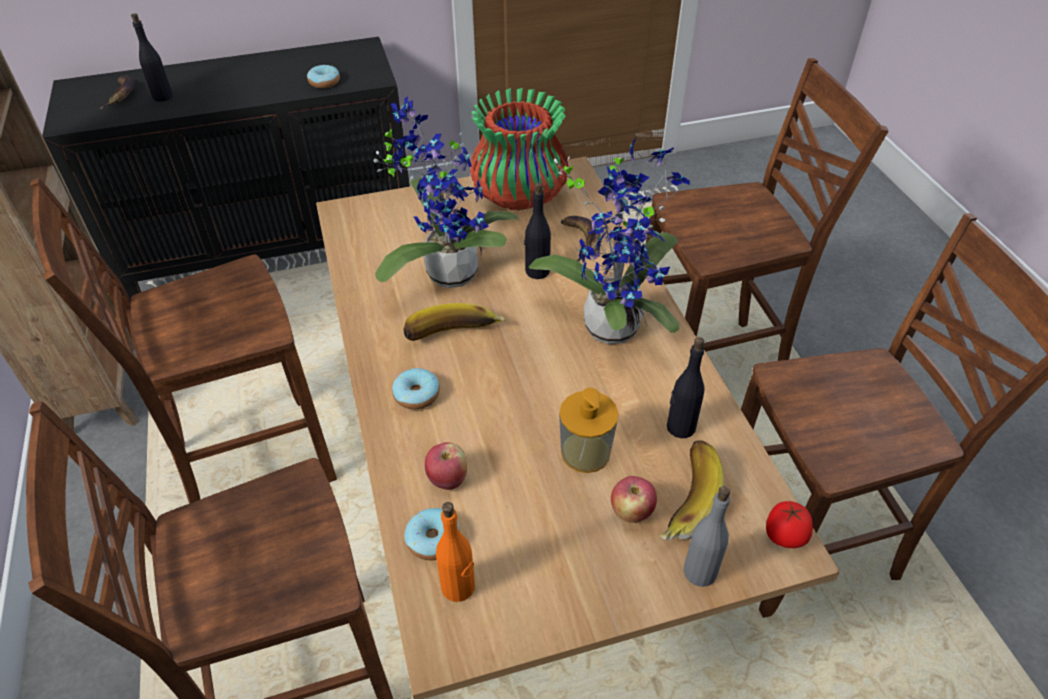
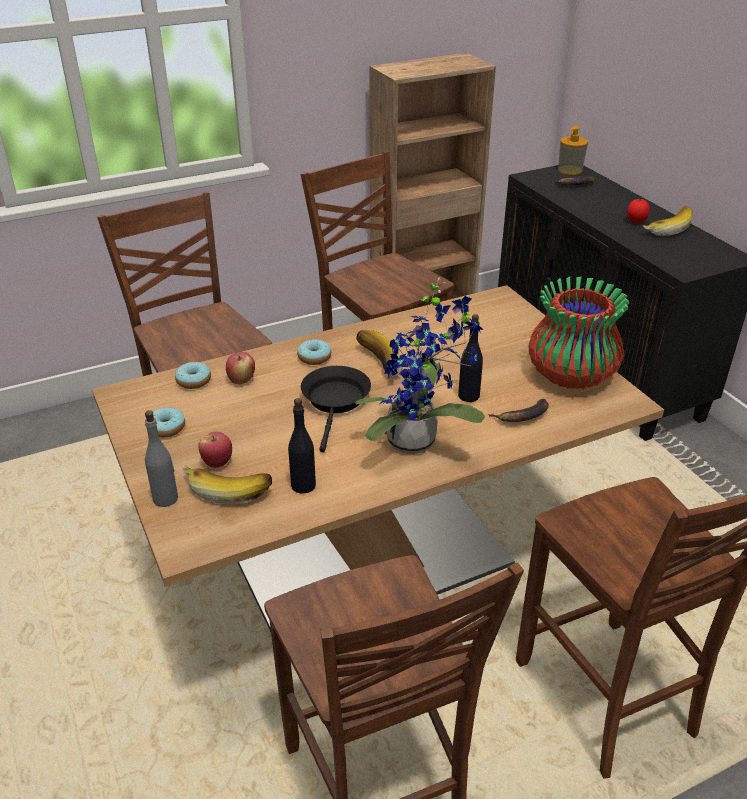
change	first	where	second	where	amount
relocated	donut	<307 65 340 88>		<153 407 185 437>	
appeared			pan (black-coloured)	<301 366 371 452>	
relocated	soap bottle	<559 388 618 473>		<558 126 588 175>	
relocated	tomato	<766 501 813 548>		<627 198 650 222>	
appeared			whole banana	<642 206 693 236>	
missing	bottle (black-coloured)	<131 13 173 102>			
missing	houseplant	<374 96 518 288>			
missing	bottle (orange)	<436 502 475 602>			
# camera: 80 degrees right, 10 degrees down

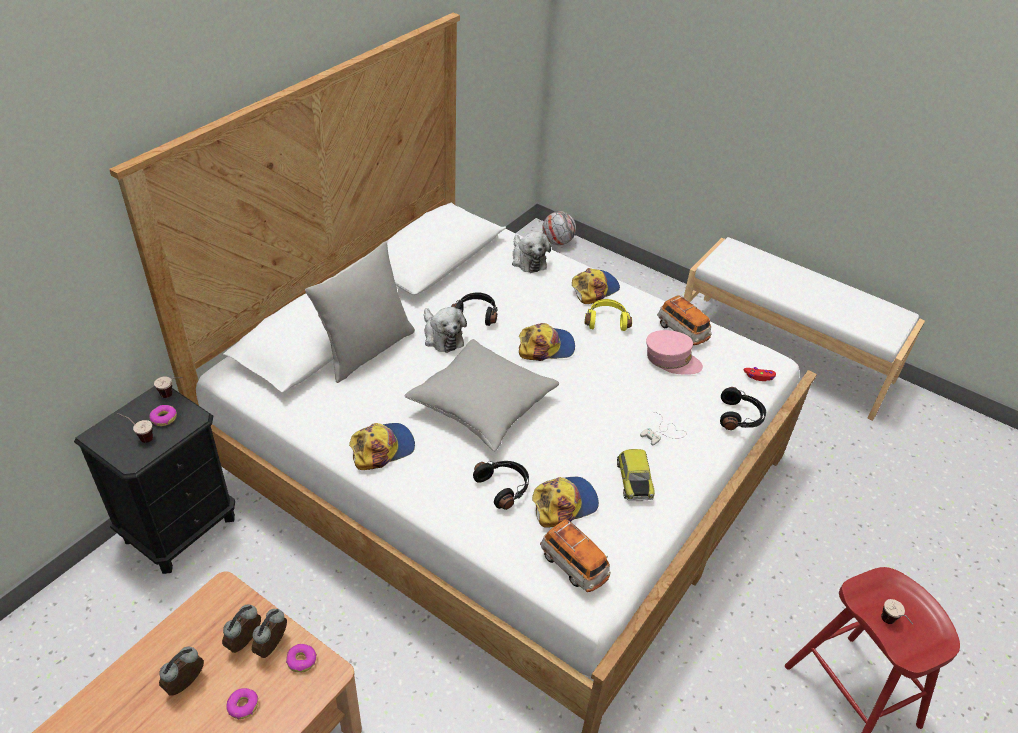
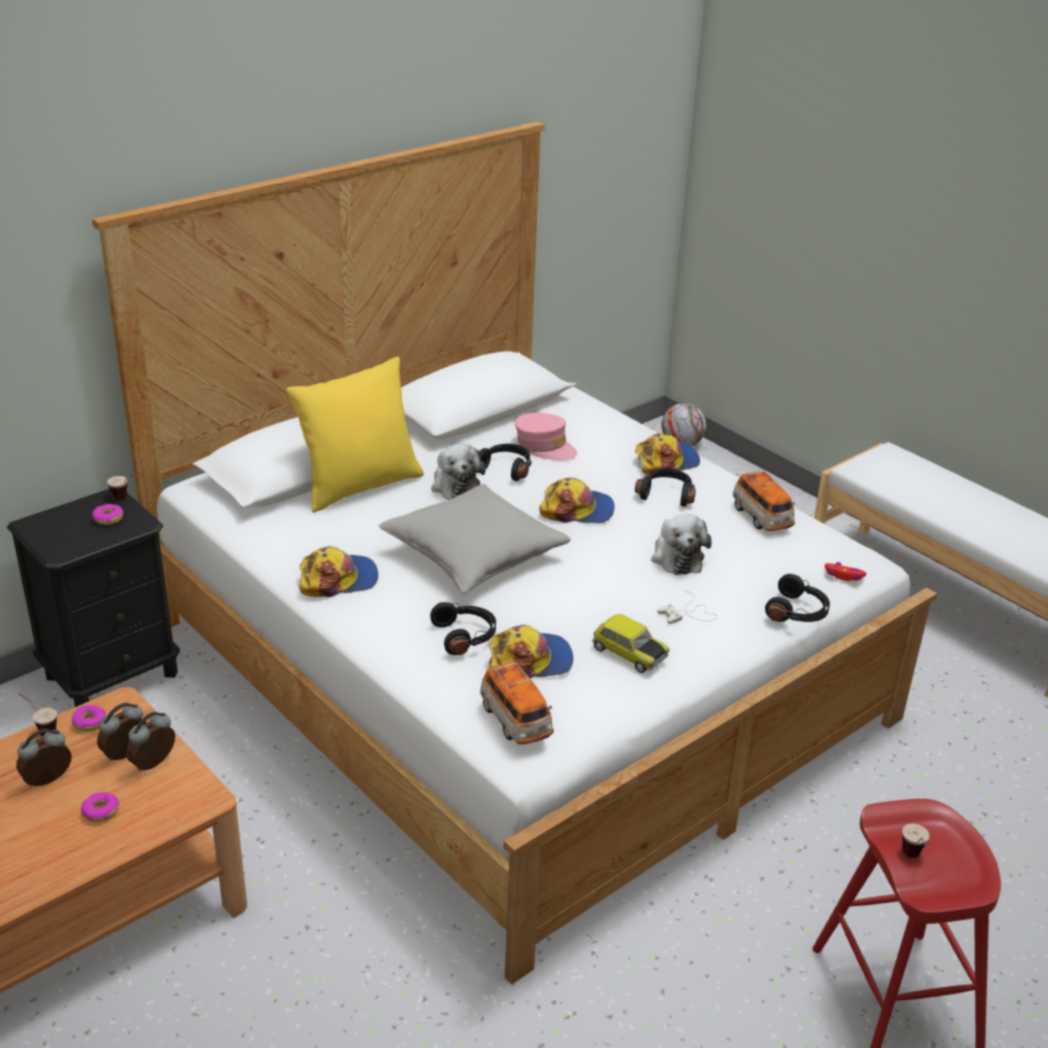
change	first	where	second	where	amount
relocated	cup	<118 413 153 443>		<19 693 57 737>	
relocated	donut	<286 644 317 673>		<72 705 106 732>	
colour	pillow (greyish)	<305 242 415 383>	pillow (yellowish)	<287 357 424 513>	
relocated	peaked cap (pink)	<646 330 703 375>		<515 413 577 460>	
spun	toy car	<617 449 655 501>		<592 614 670 673>	60 degrees counterclockwise
colour	headset (yellowish)	<584 299 632 331>	headset (black-coloured)	<635 468 696 507>	
relocated	plush toy	<512 231 551 273>		<651 514 712 575>	
# camera: 15 degrees right, 10 degrees down

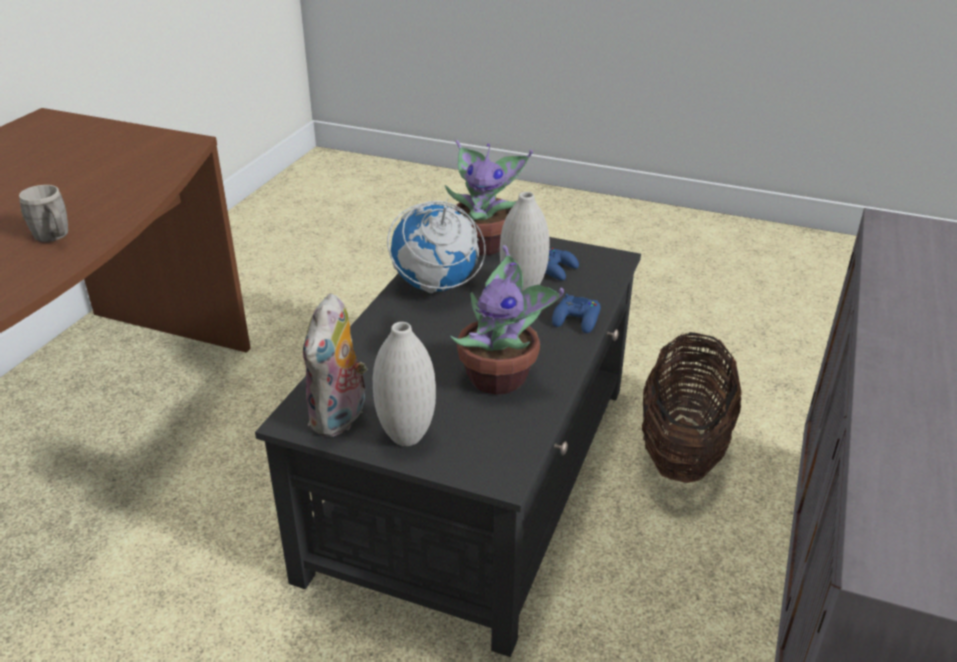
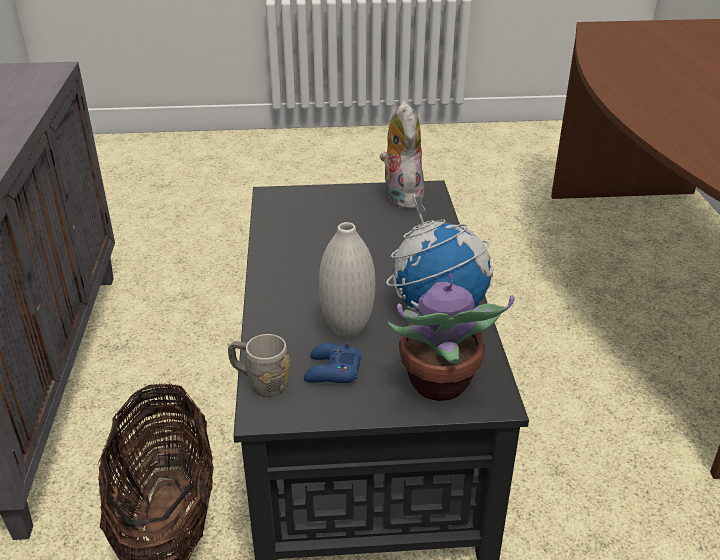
change	first	where	second	where	amount
relocated	tea mug (greyish)	<19 185 68 242>		<228 334 290 397>	
missing	vase (white)	<373 322 436 446>			
missing	houseplant	<450 245 564 394>			
missing	gamepad (blue)	<552 294 601 333>			
# camera: 155 degrees right, 0 degrees up

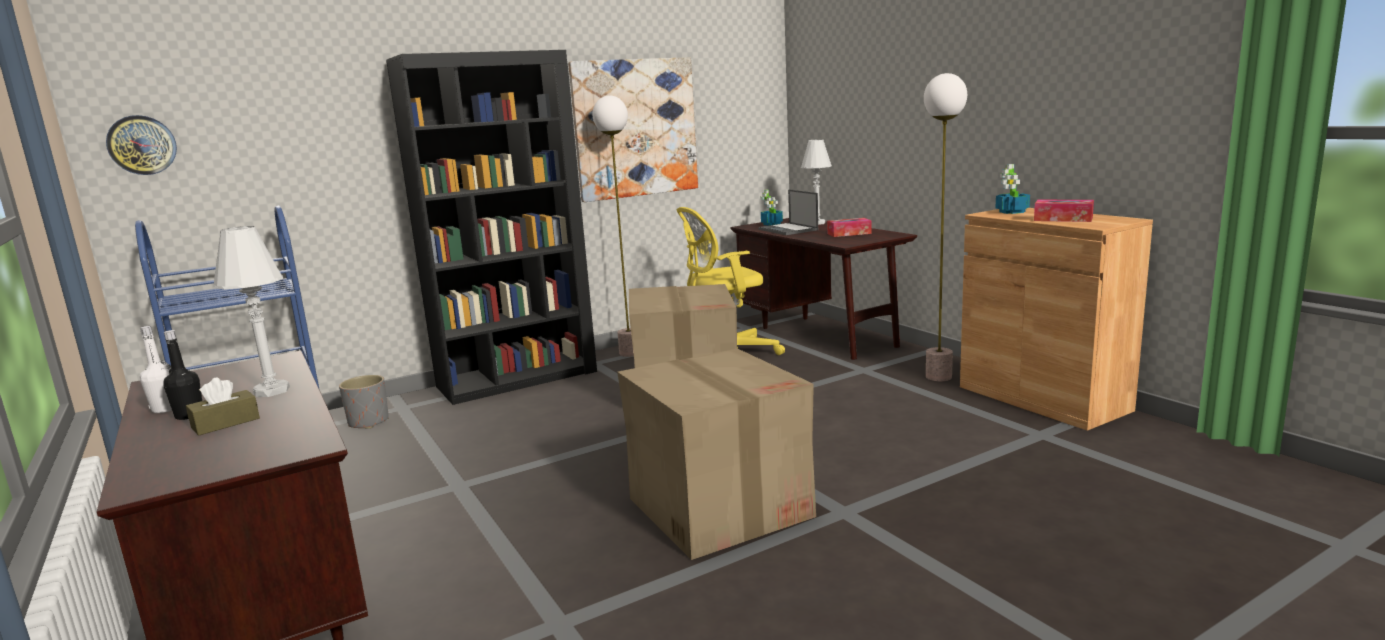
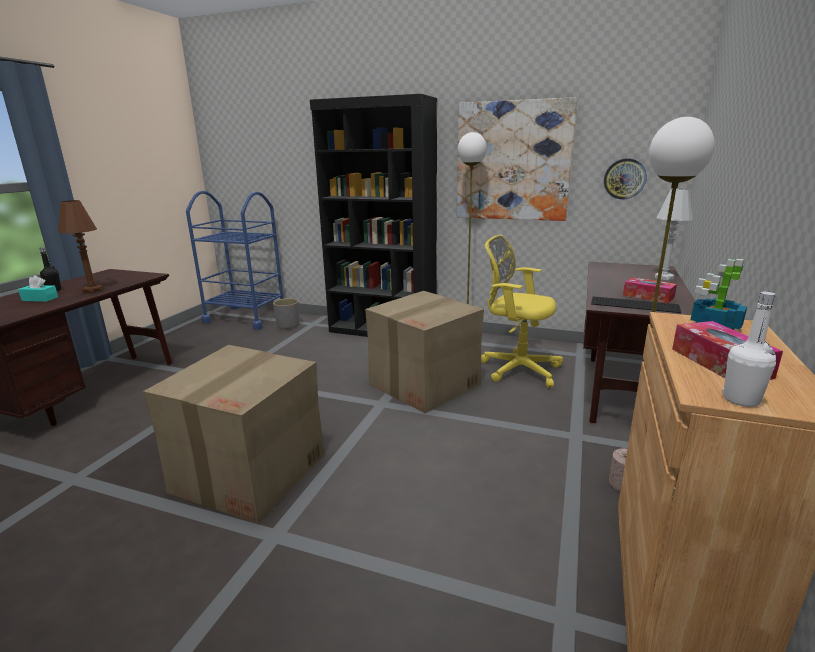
change	first	where	second	where	amount
colour	box of tissues (brown)	<186 377 260 435>	box of tissues (turquoise)	<18 275 58 302>	
colour	tabletop lamp (white)	<213 226 290 397>	tabletop lamp (brown)	<58 200 103 293>	
appeared			PC keyboard	<591 297 681 313>	
relocated	clock on the wall	<106 115 177 175>		<604 158 647 199>	
relocated	bottle (white)	<140 326 172 413>		<723 291 776 407>	
missing	notebook computer	<758 189 818 235>			
missing	houseplant	<760 190 783 226>			
# camera: 50 degrees right, 5 degrees up

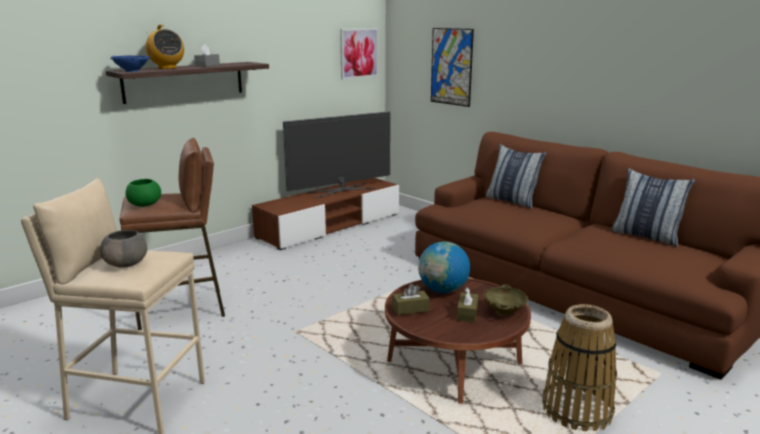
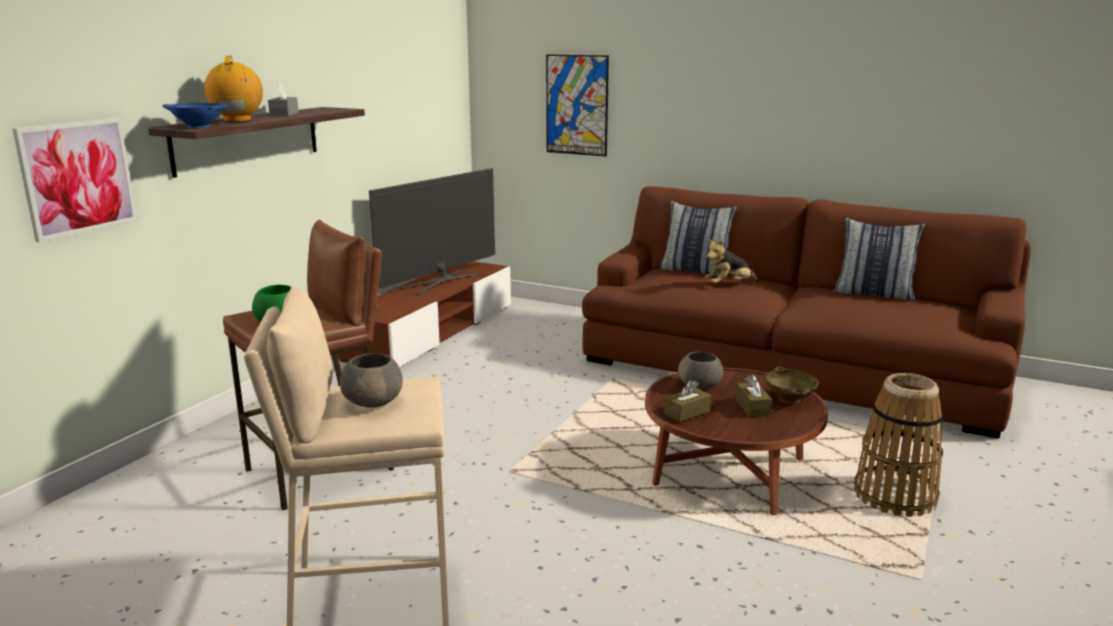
change	first	where	second	where	amount
relocated	wall art	<340 28 378 80>		<13 118 137 243>	
spun	radio set	<146 25 184 69>		<204 56 263 122>	135 degrees counterclockwise
exchanged	globe	<418 241 470 293>	serving bowl (greyish)	<678 352 723 390>	
appeared			plush toy	<705 239 759 283>	
# camera: 20 degrees left, 0 degrees up

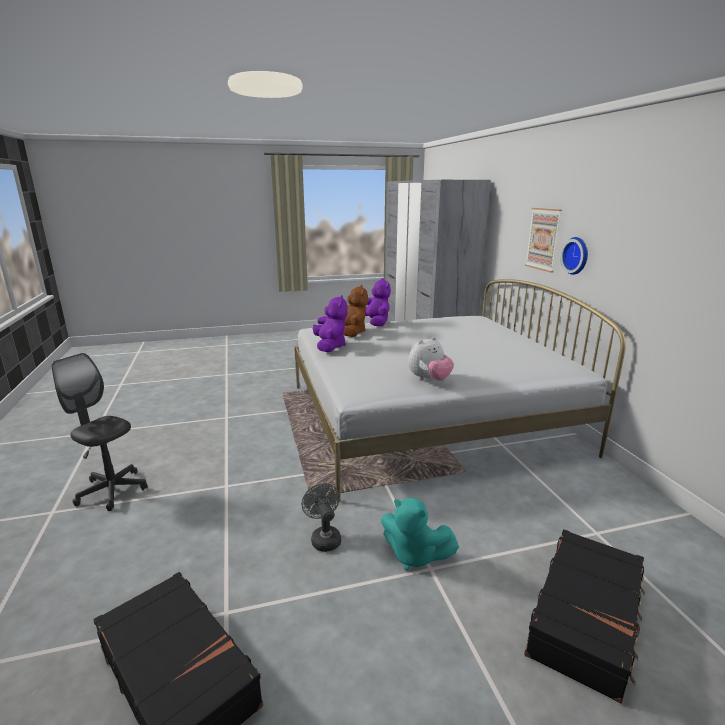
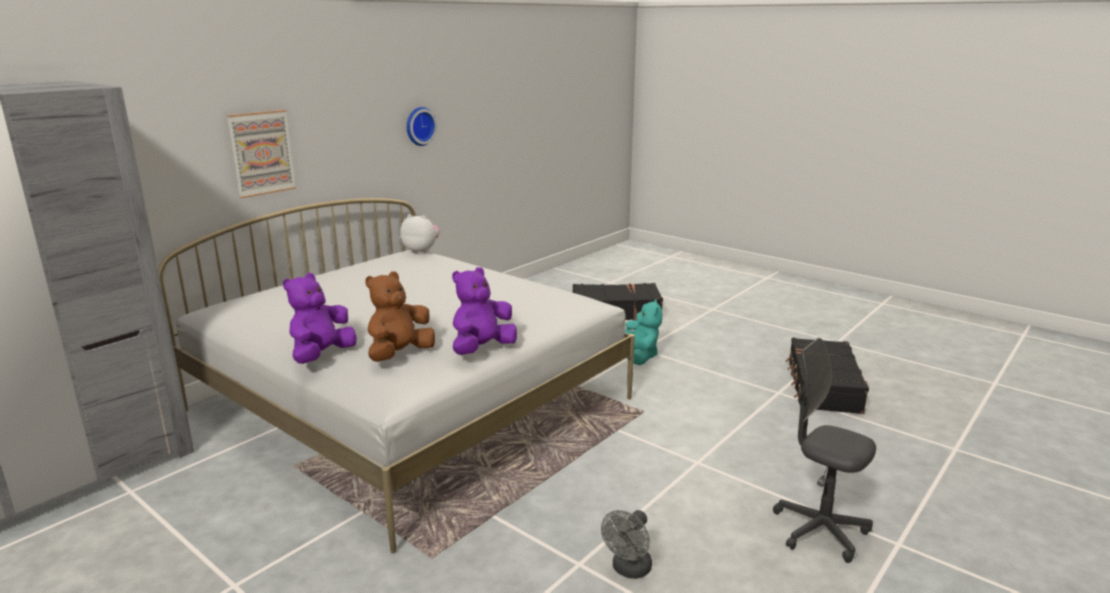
change	first	where	second	where	amount
relocated	plush toy	<408 337 454 381>		<400 214 440 254>	
relocated	clock on the wall	<560 237 588 275>		<407 107 437 146>	
relocated	electric fan (greyish)	<301 483 341 552>		<601 510 652 579>	
spun	desk chair (greyish)	<52 353 148 511>		<773 338 876 563>	135 degrees clockwise
# camera: 125 degrees left, 0 degrees up

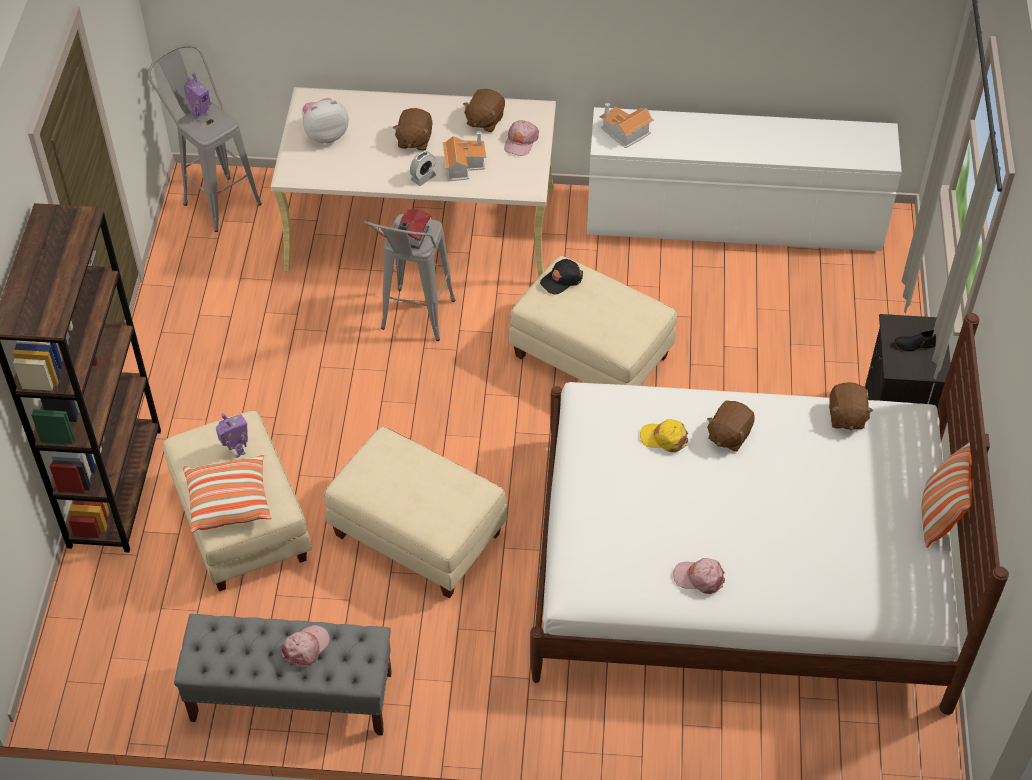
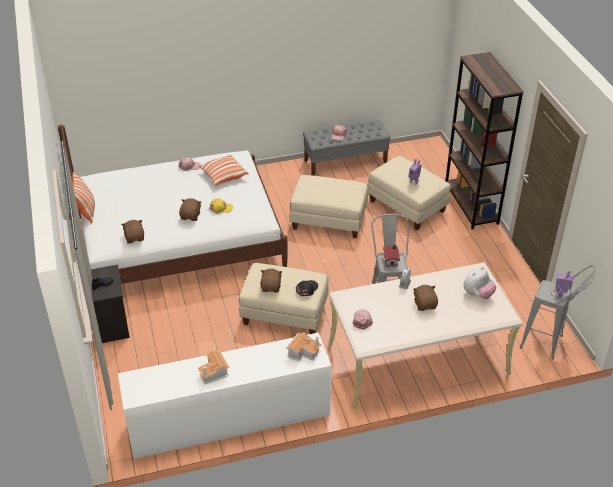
change	first	where	second	where	amount
relocated	miniature house	<443 131 487 181>		<198 350 230 384>	
relocated	pillow	<183 455 272 533>		<199 155 249 185>	
relocated	plush toy (brown)	<463 89 505 132>		<260 269 282 293>	
# camera: 160 degrees right, 10 degrees down

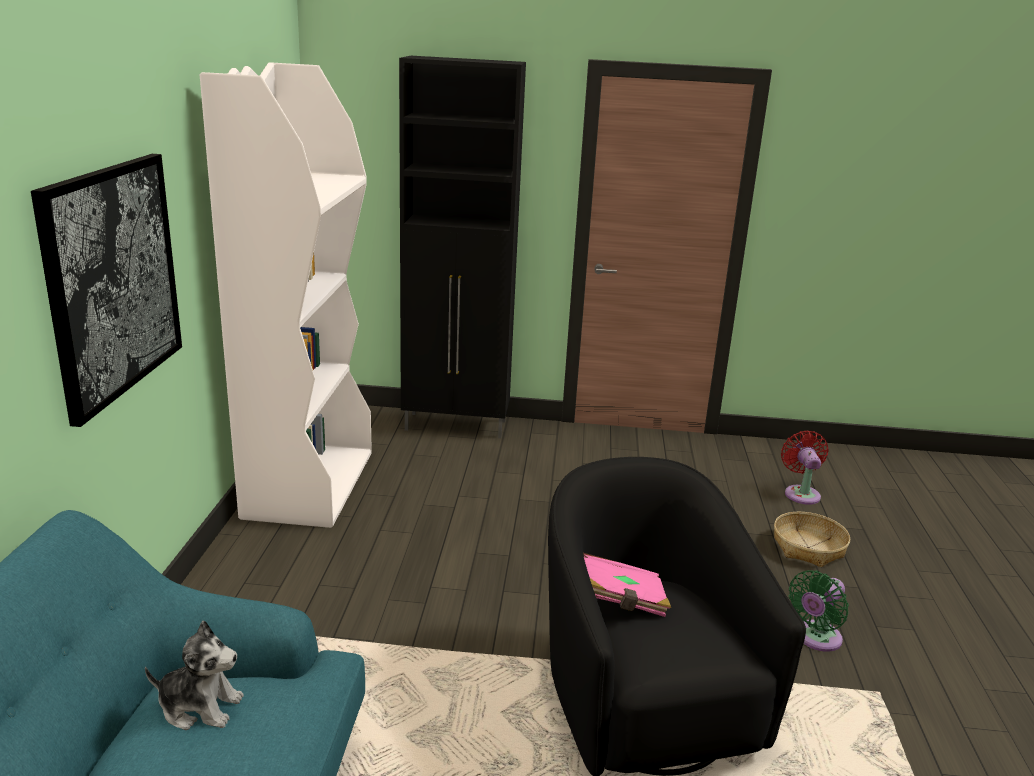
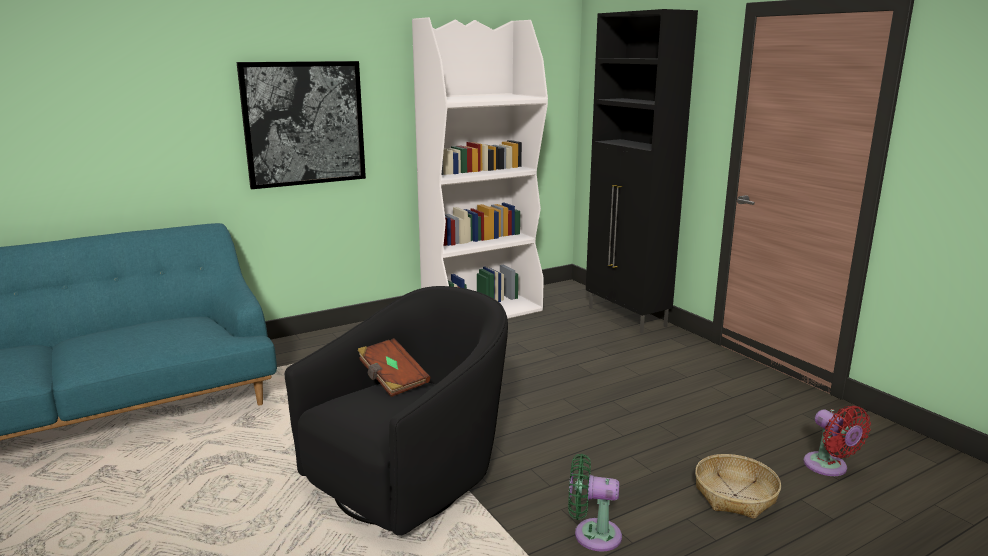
change	first	where	second	where	amount
colour	volume (pink)	<583 553 671 617>	volume (brown)	<358 338 430 397>	
spun	electric fan (red)	<781 430 829 505>		<803 406 871 476>	105 degrees clockwise
missing	plush toy	<145 620 244 730>			
# camera: 55 degrees right, 5 degrees down

